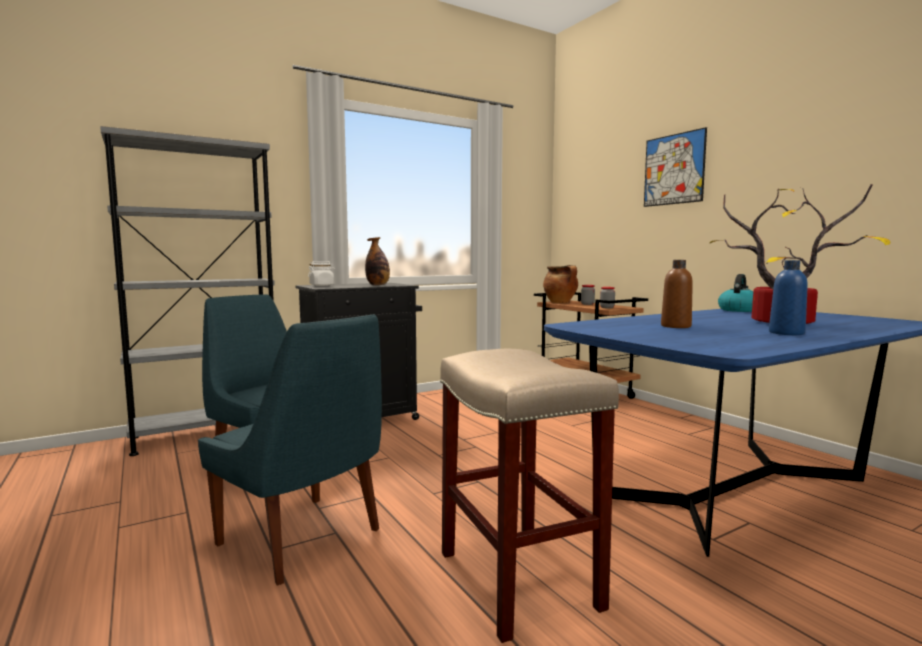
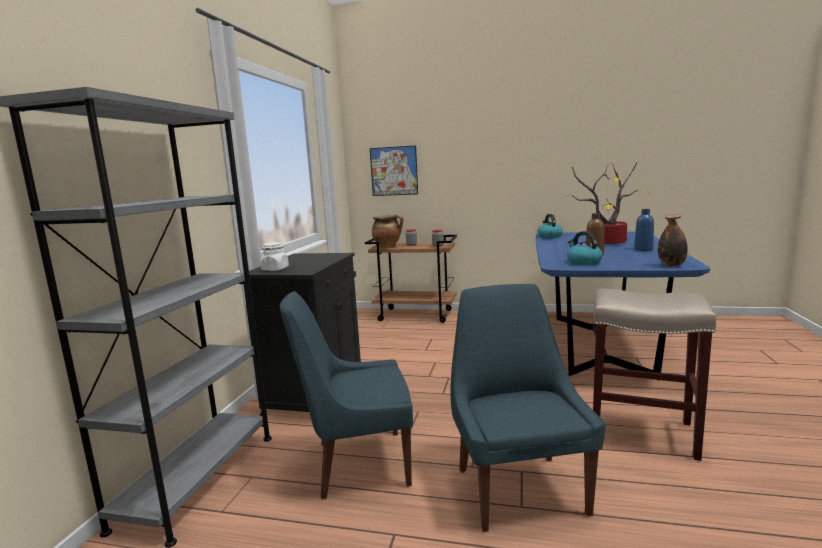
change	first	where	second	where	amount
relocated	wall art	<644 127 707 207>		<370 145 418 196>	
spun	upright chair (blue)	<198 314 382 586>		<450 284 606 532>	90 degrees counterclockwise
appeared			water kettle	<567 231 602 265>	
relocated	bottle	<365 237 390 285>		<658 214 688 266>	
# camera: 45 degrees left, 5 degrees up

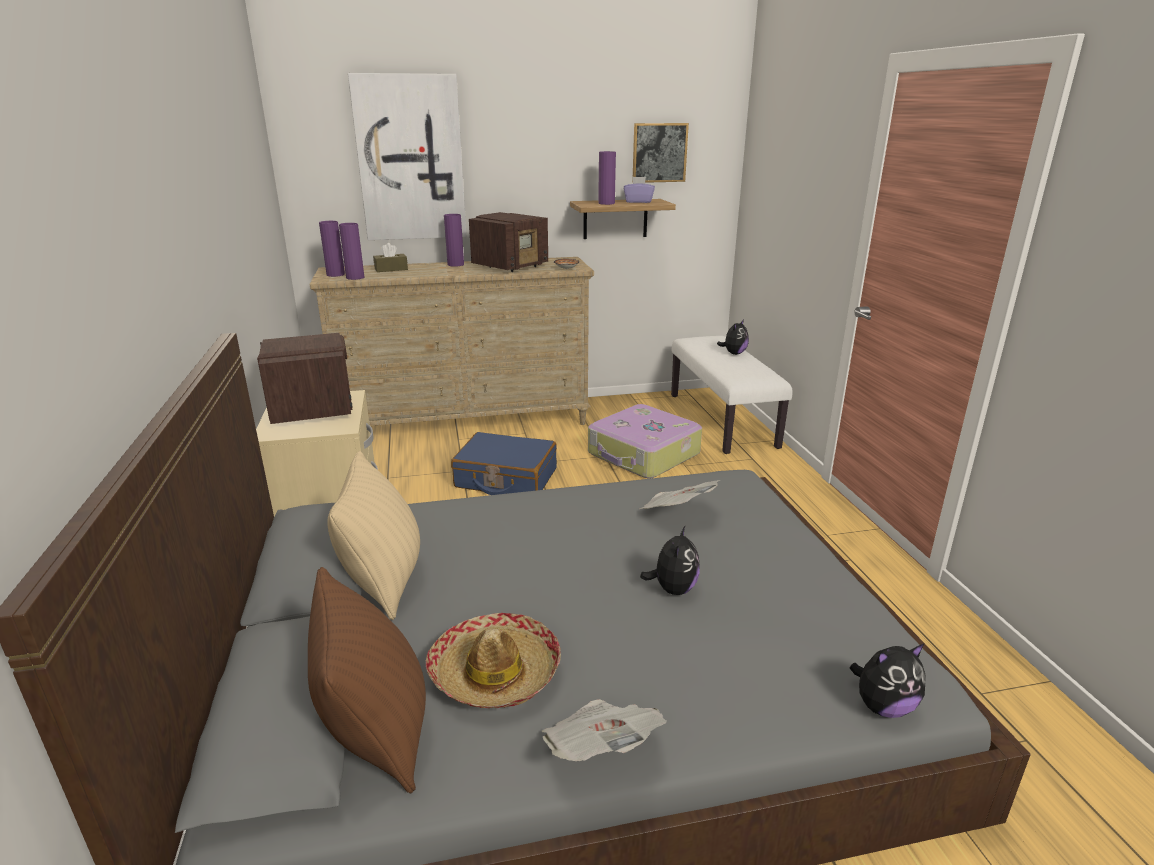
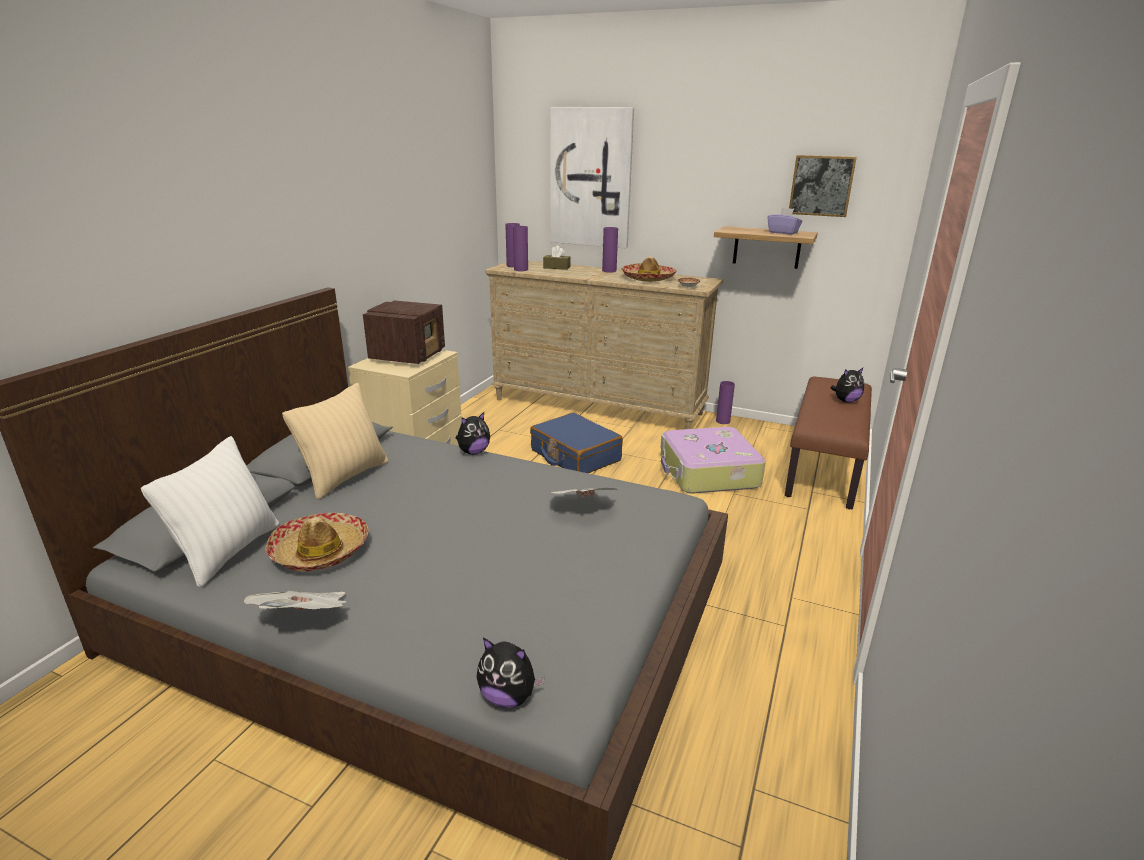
change	first	where	second	where	amount
colour	pillow (brown)	<308 567 426 793>	pillow (white)	<141 436 279 588>	
relocated	plush toy	<640 525 700 595>		<456 412 490 455>	
exchanged	radio set	<469 212 548 272>	clothing hat	<621 256 677 282>	
relocated	vase (purple-coloured)	<598 151 616 205>		<716 381 735 424>	
colour	indoor bench (white)	<671 336 793 454>	indoor bench (brown)	<785 376 872 510>	
# camera: 35 degrees right, 0 degrees up

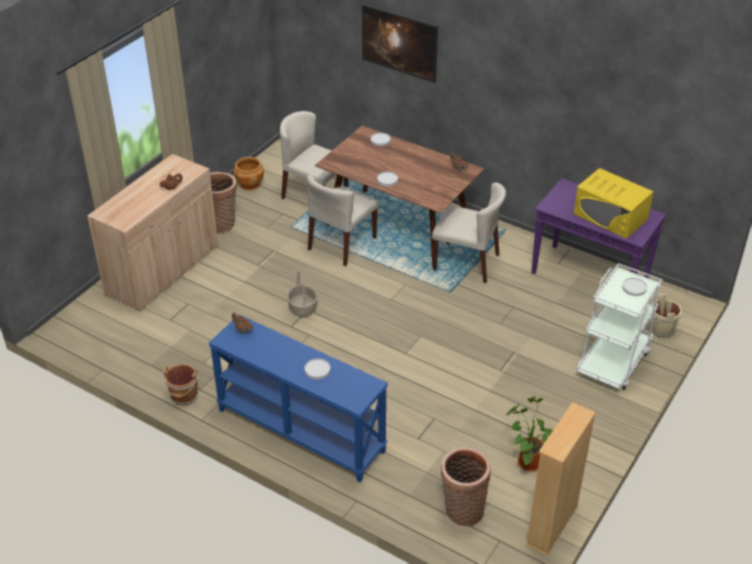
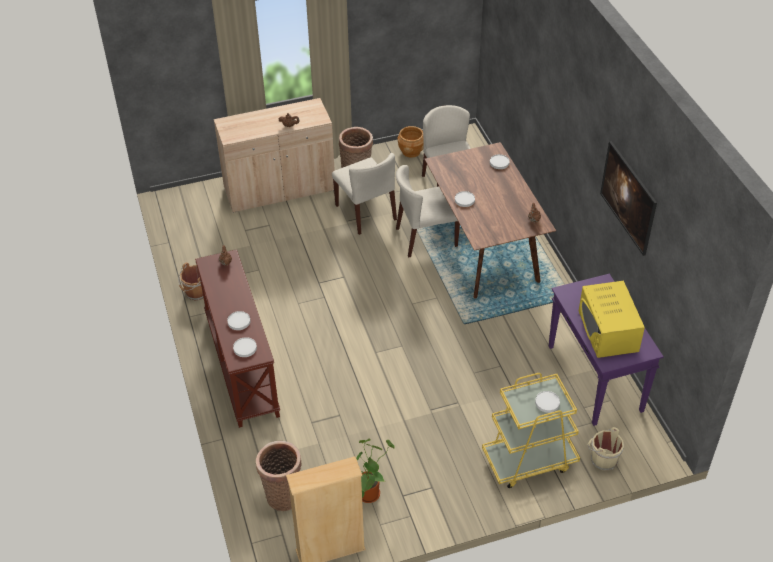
change	first	where	second	where	amount
colour	narrow table (blue)	<208 315 388 482>	narrow table (brown)	<195 249 280 428>	
appeared			flat dish (white)	<233 337 257 357>	
relocated	upright chair (sand-coloured)	<432 183 506 283>		<332 153 397 235>	
colour	wheeled cart (white)	<577 263 663 390>	wheeled cart (yellowish)	<482 373 580 488>	
relocated	wall art	<362 4 438 83>		<600 141 657 256>	
missing	household basket	<287 271 317 317>			
# camera: 40 degrees right, 5 degrees up

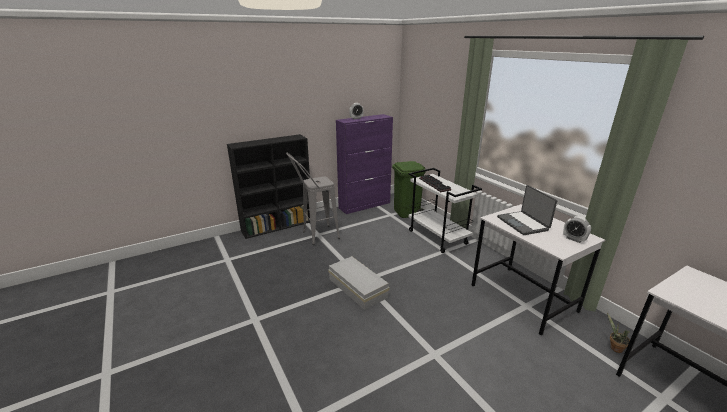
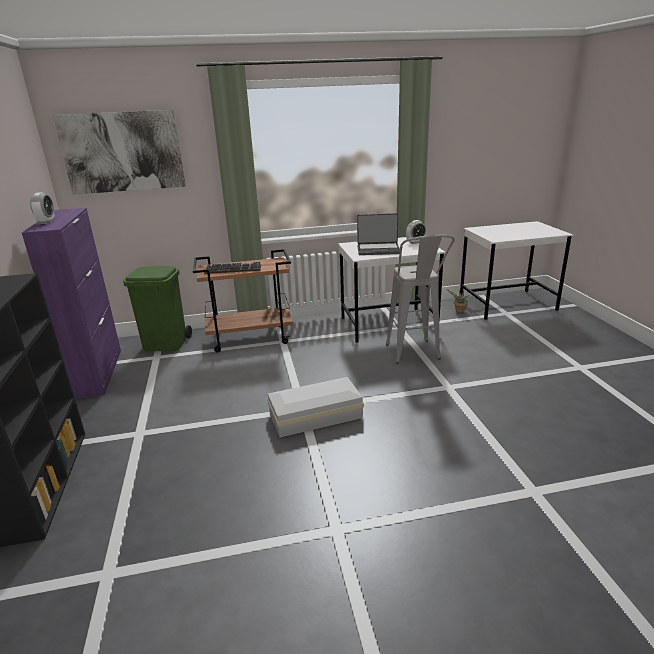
change	first	where	second	where	amount
appeared			wall art	<53 110 186 195>	
colour	wheeled cart (white)	<408 168 482 253>	wheeled cart (brown)	<193 249 293 353>	
relocated	stool (greyish)	<286 153 340 245>		<386 235 455 364>	
# camera: 70 degrees left, 0 degrees up

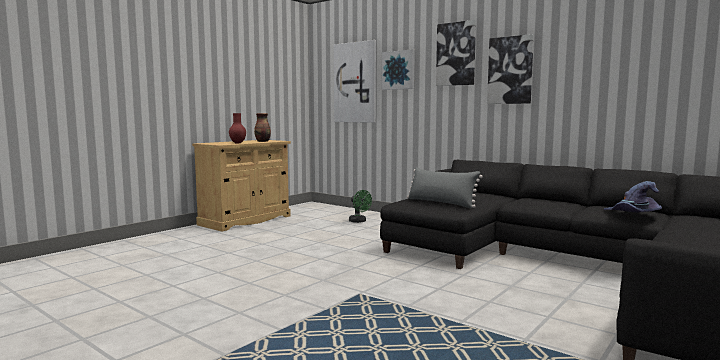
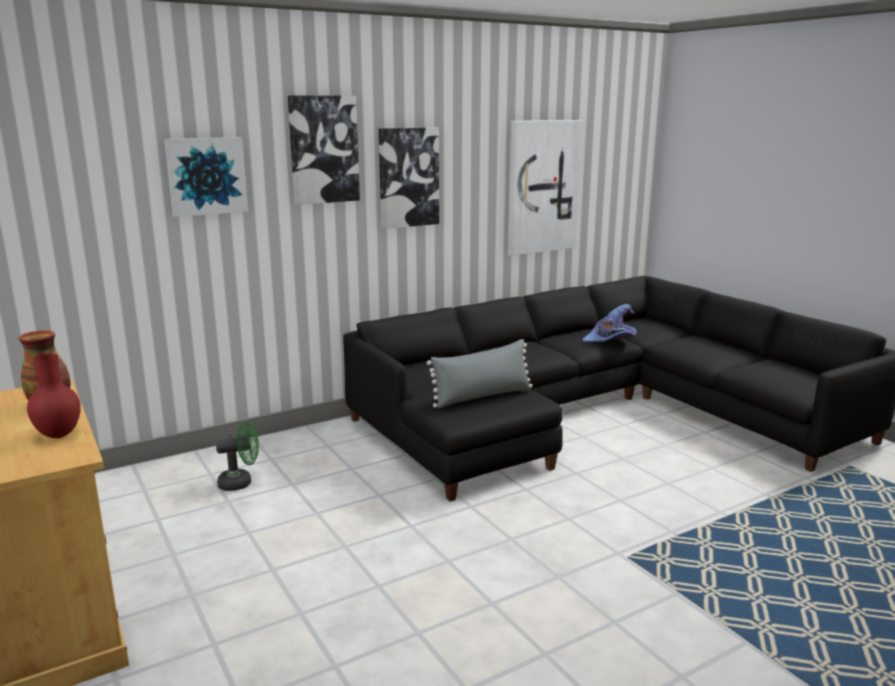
change	first	where	second	where	amount
relocated	wall art	<334 40 376 123>		<508 120 583 256>	
# camera: 70 degrees left, 10 degrees up

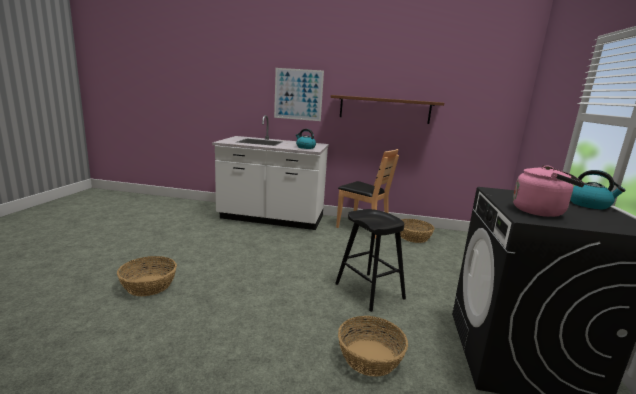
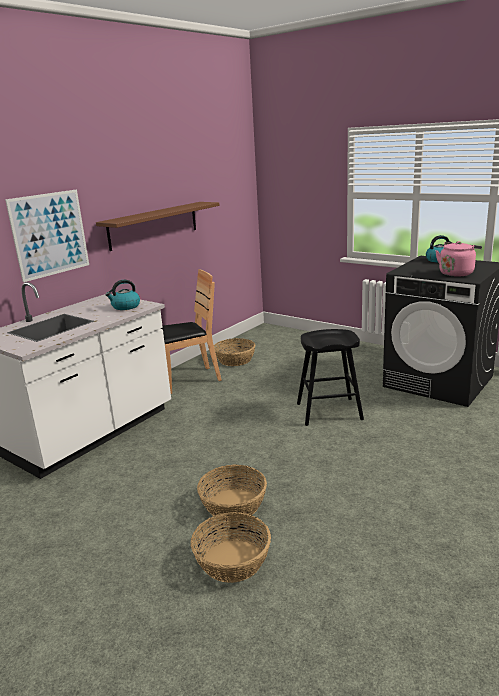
change	first	where	second	where	amount
relocated	household basket	<338 316 408 377>		<197 464 267 519>	
# camera: 60 degrees left, 5 degrees up

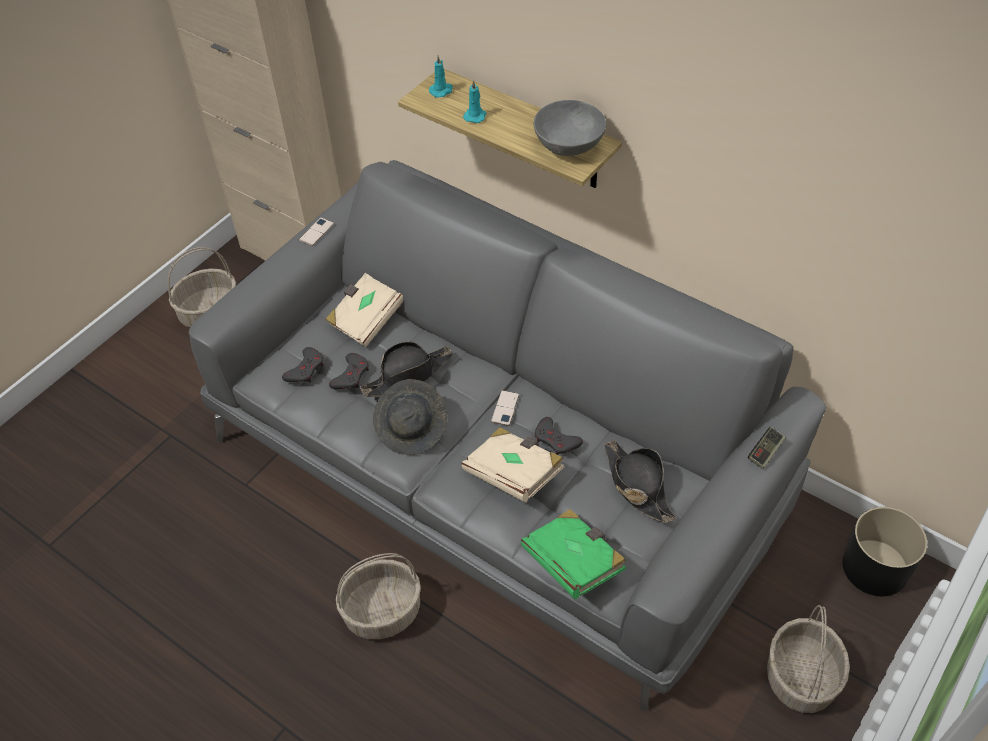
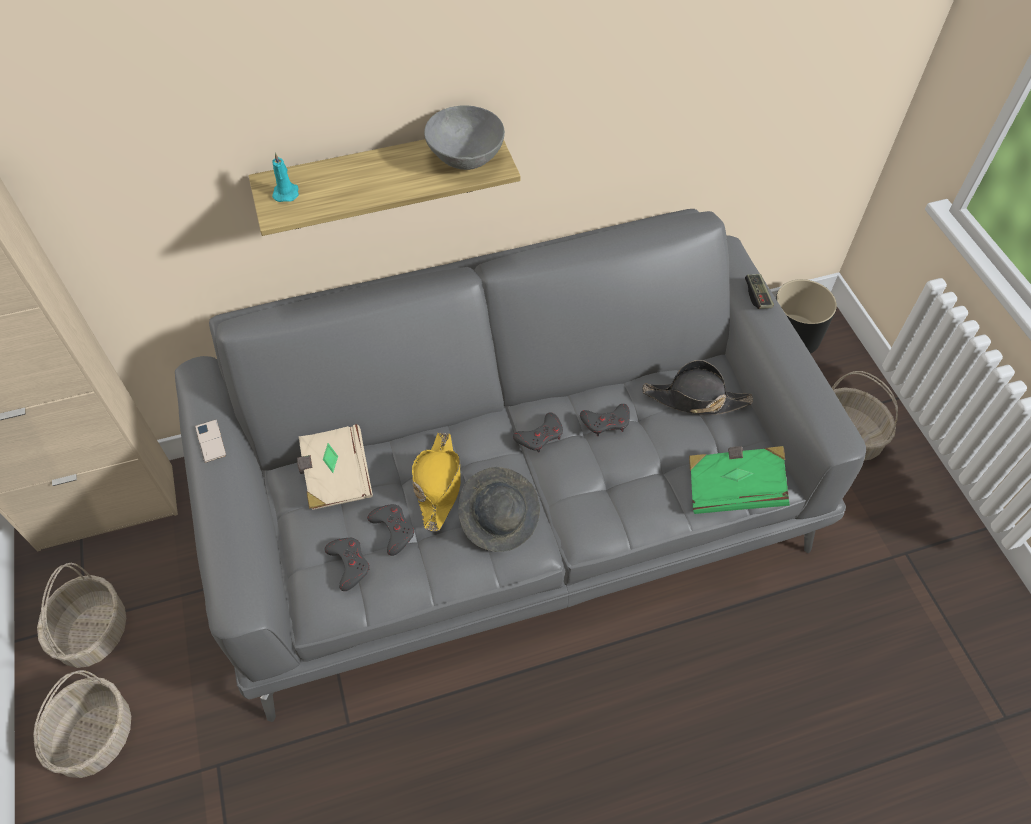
change	first	where	second	where	amount
relocated	household basket	<336 553 421 639>		<33 670 131 778>	
colour	clothing hat (black-coloured)	<360 341 453 397>	clothing hat (yellowish)	<412 432 461 531>	
exchanged	telephone	<491 390 520 426>	gamepad (greyish)	<513 412 563 453>	
missing	volume (sand-coloured)	<461 427 564 503>			
missing	wax candle (turquoise)	<463 80 486 123>			
# camera: 55 degrees left, 5 degrees up

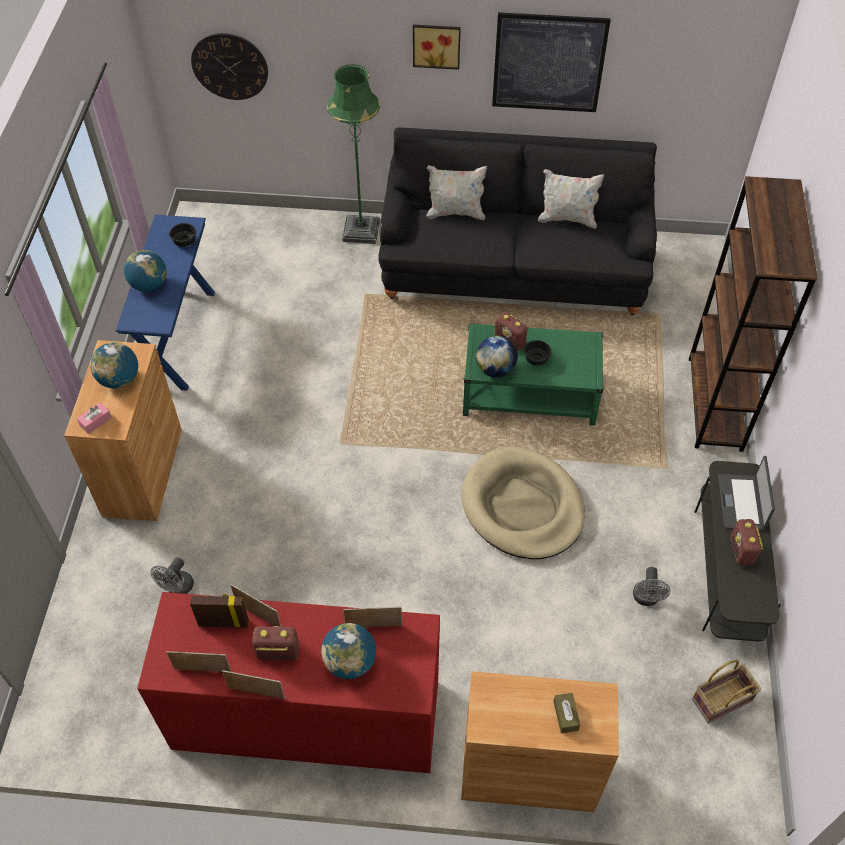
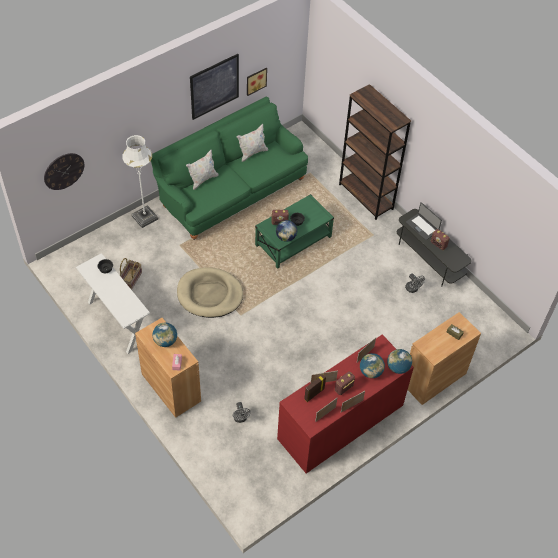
change	first	where	second	where	amount
colour	narrow table (blue)	<116 215 215 391>	narrow table (white)	<76 253 150 354>	
relocated	household basket	<692 660 761 723>		<120 258 142 290>	
colour	floor lamp (green)	<327 64 380 244>	floor lamp (white)	<122 135 159 228>	
colour	couch (black-coloured)	<378 128 657 316>	couch (green)	<151 97 308 240>	
relocated	dog bed (sand-coloured)	<461 446 585 559>		<177 267 243 318>	
relocated	wall art	<413 25 461 70>		<247 68 267 96>	
relocated	globe	<124 250 166 292>		<387 349 412 374>	
# camera: 45 degrees left, 0 degrees up

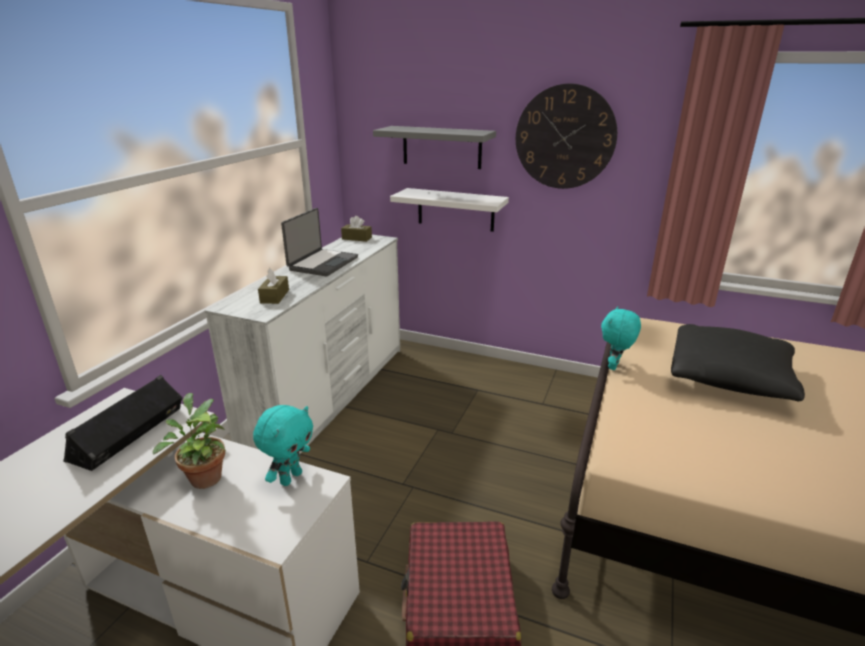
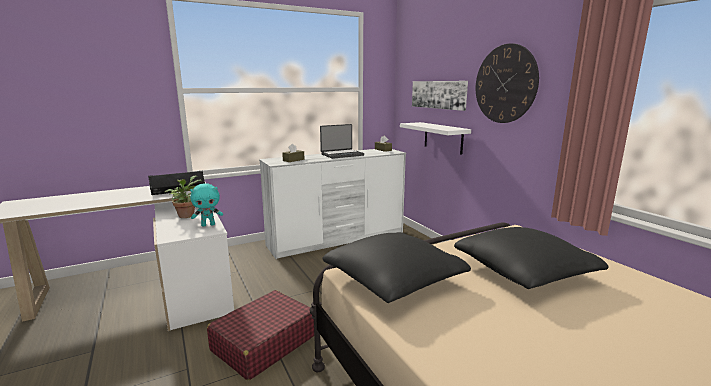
change	first	where	second	where	amount
appeared			pillow (black-coloured)	<322 232 471 303>	
exchanged	bracket shelf (greyish)	<373 126 496 169>	wall art	<412 81 468 111>	
missing	plush toy (turquoise)	<601 306 641 370>			
# camera: 40 degrees right, 10 degrees down

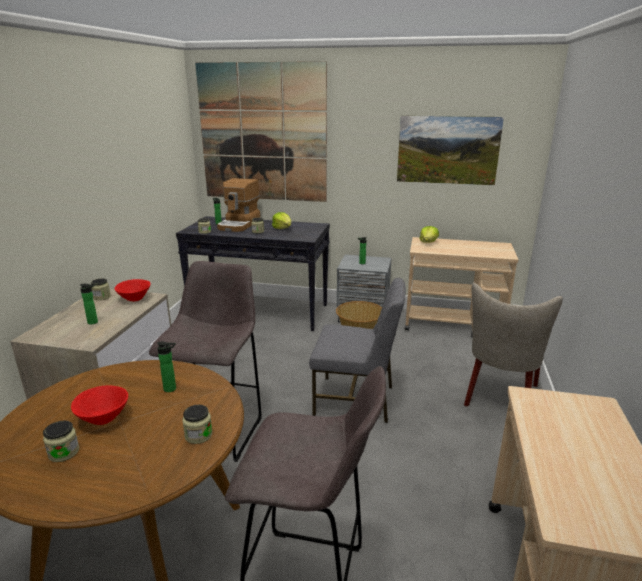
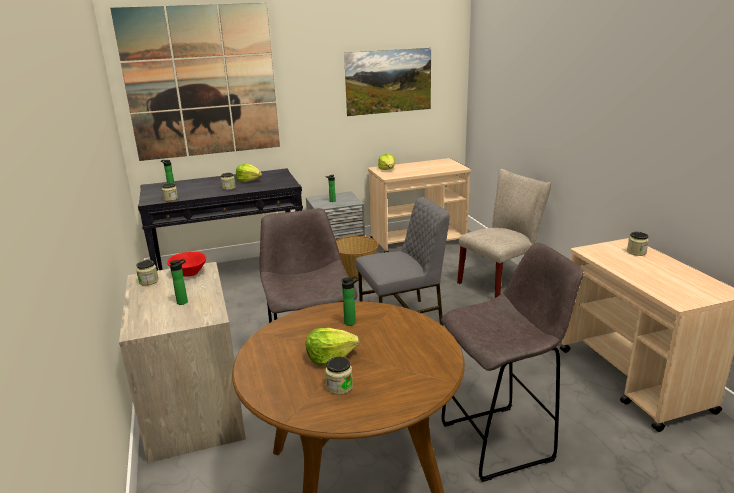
change	first	where	second	where	amount
exchanged	serving bowl (red)	<71 386 128 425>	lettuce head	<306 328 359 366>	
spun	upright chair (sand-coloured)	<464 283 563 407>		<457 169 551 298>	120 degrees counterclockwise
relocated	storage jar	<182 405 212 444>		<627 232 649 256>	
missing	coffee machine	<217 178 260 232>			
# camera: 30 degrees left, 0 degrees up

